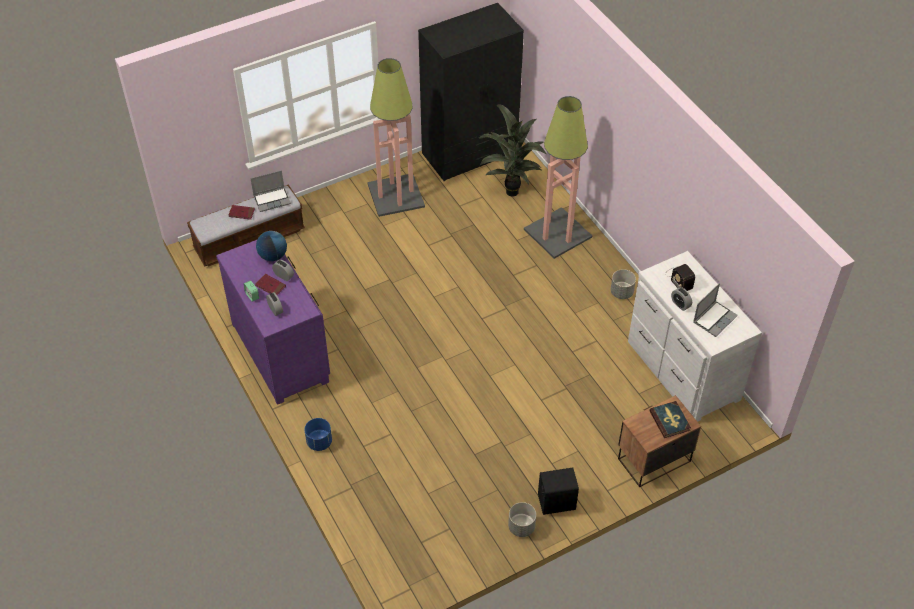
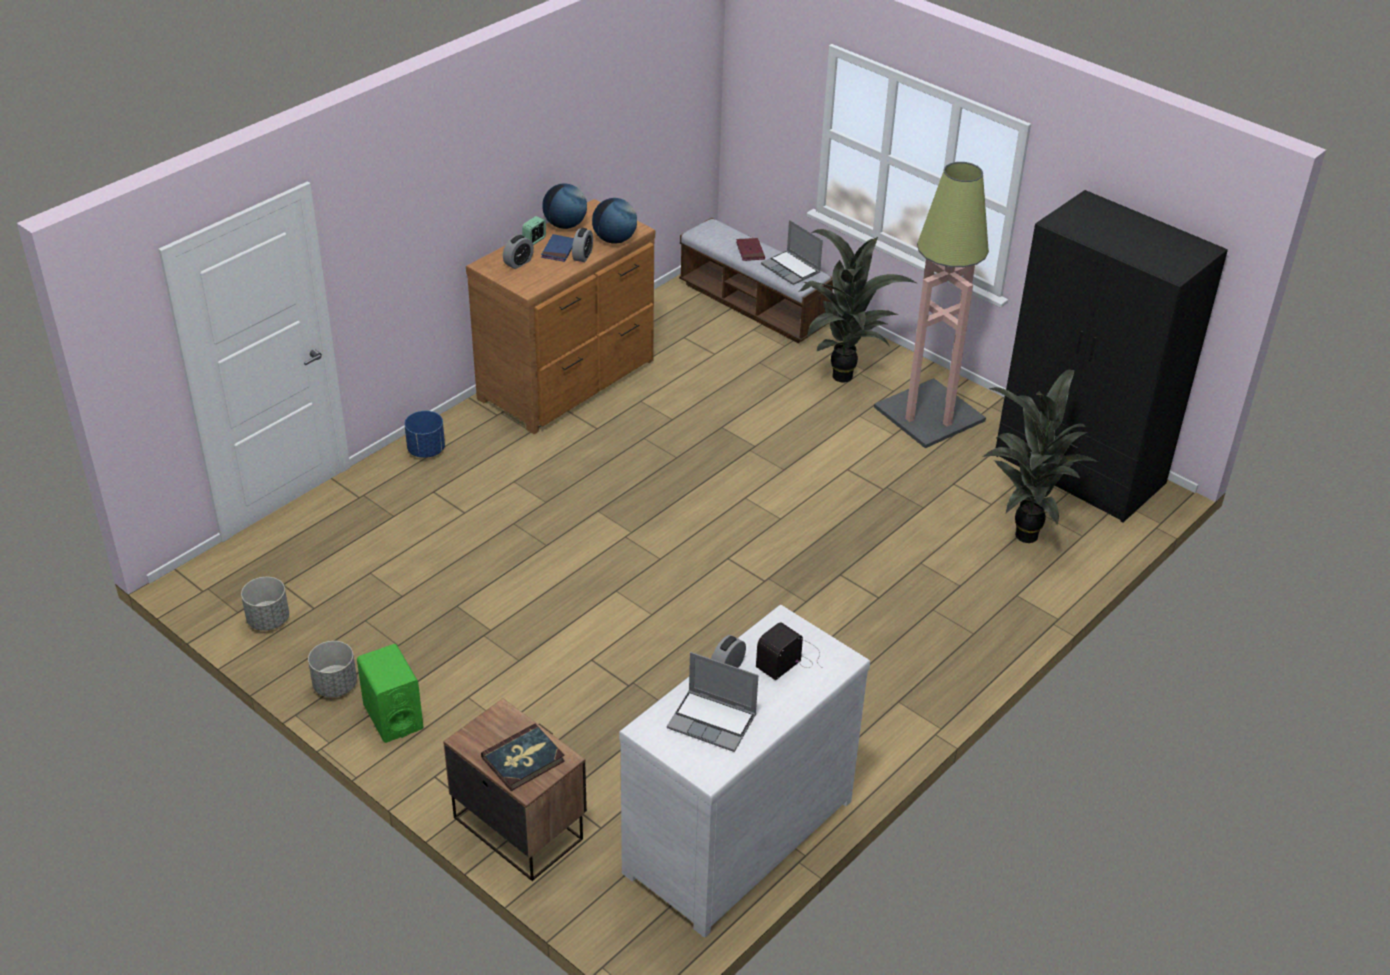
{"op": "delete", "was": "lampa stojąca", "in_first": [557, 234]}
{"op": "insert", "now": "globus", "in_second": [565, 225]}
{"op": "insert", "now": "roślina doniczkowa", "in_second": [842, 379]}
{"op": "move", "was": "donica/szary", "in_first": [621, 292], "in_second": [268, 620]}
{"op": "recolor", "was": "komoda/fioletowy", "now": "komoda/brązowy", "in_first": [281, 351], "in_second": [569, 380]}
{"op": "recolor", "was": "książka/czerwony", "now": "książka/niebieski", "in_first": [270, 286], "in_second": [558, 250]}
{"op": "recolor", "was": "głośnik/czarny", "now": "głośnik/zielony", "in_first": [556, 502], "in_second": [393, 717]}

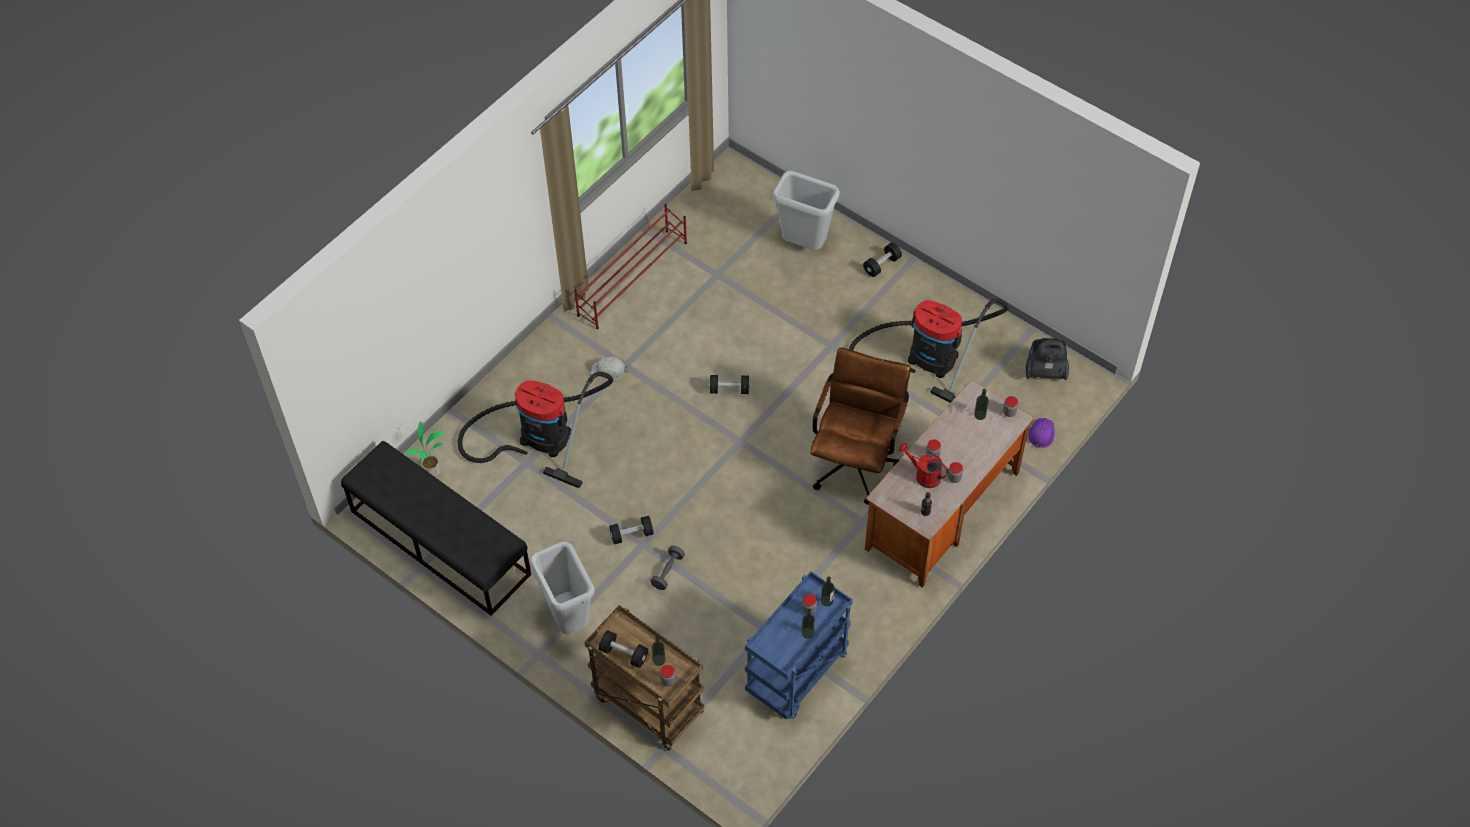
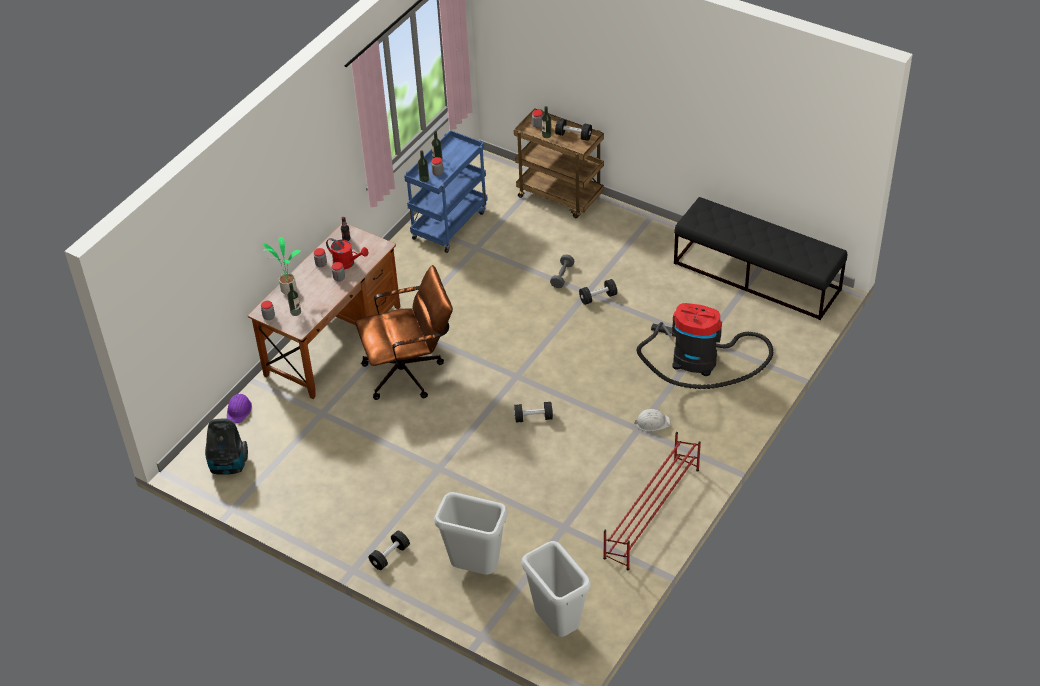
{"op": "delete", "was": "odkurzacz", "in_first": [926, 357]}
{"op": "move", "was": "roślina doniczkowa", "in_first": [433, 472], "in_second": [287, 289]}
{"op": "move", "was": "kosz na śmieci/szary", "in_first": [568, 620], "in_second": [558, 625]}
{"op": "rotate", "was": "krzesło biurowe/brązowy", "in_first": [856, 459], "in_second": [410, 372], "clockwise": -120}

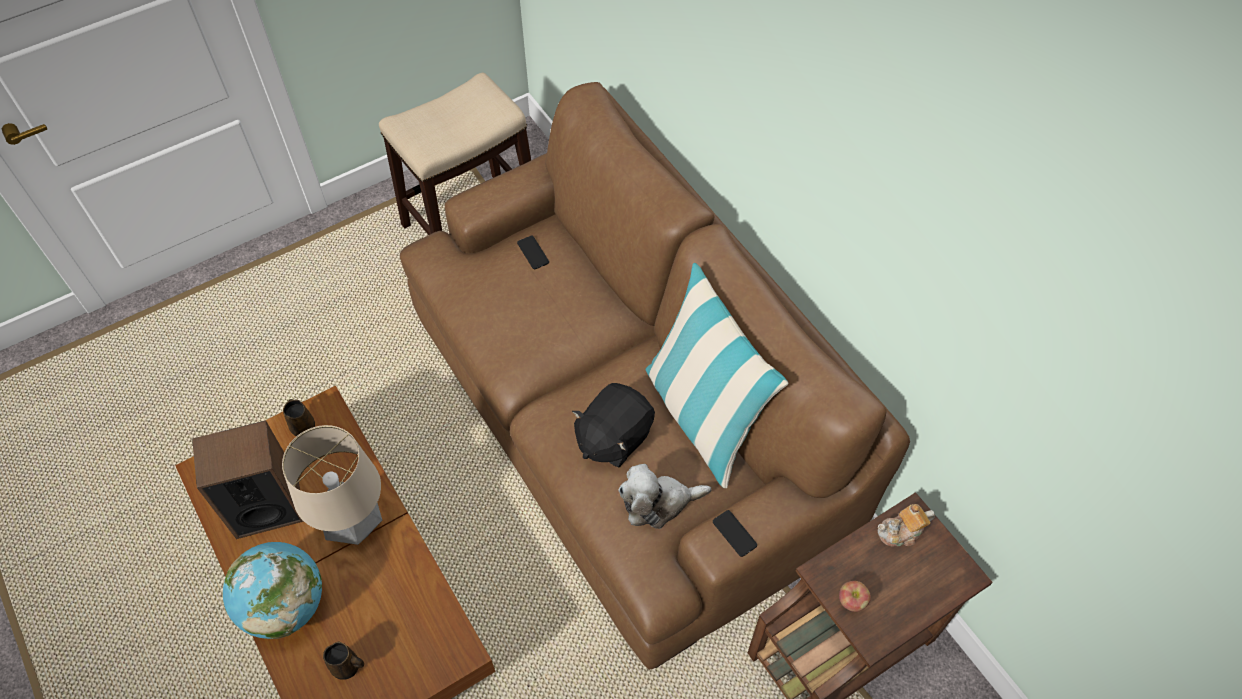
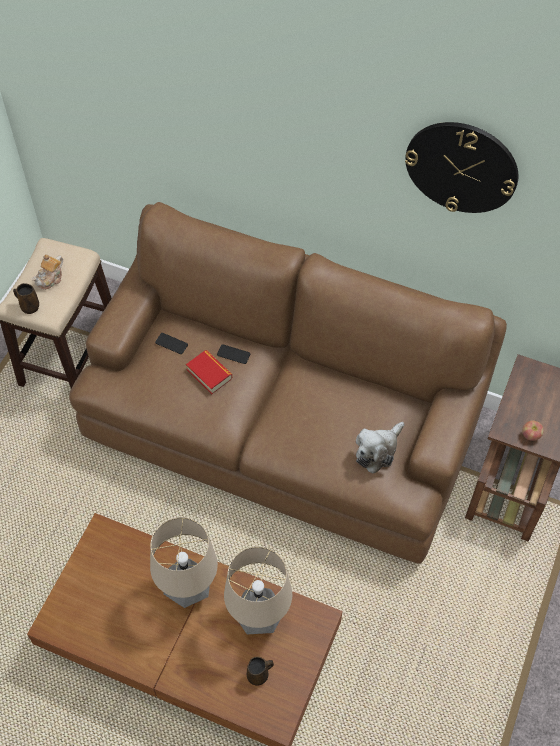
{"op": "delete", "was": "głośnik", "in_first": [267, 506]}
{"op": "delete", "was": "globus", "in_first": [285, 605]}
{"op": "delete", "was": "pluszak/czarny", "in_first": [613, 437]}
{"op": "delete", "was": "poduszka", "in_first": [702, 416]}
{"op": "insert", "now": "książka", "in_second": [209, 374]}
{"op": "insert", "now": "lampa stołowa", "in_second": [259, 618]}
{"op": "insert", "now": "zegar ścienny", "in_second": [461, 167]}
{"op": "move", "was": "kubek/brązowy", "in_first": [303, 426], "in_second": [29, 306]}
{"op": "move", "was": "telefon", "in_first": [734, 533], "in_second": [233, 354]}
{"op": "move", "was": "imbryk", "in_first": [901, 532], "in_second": [50, 279]}

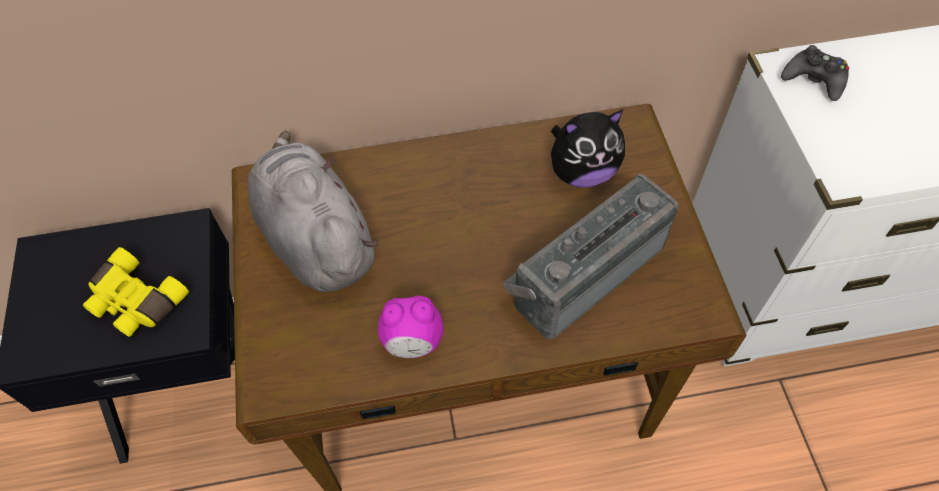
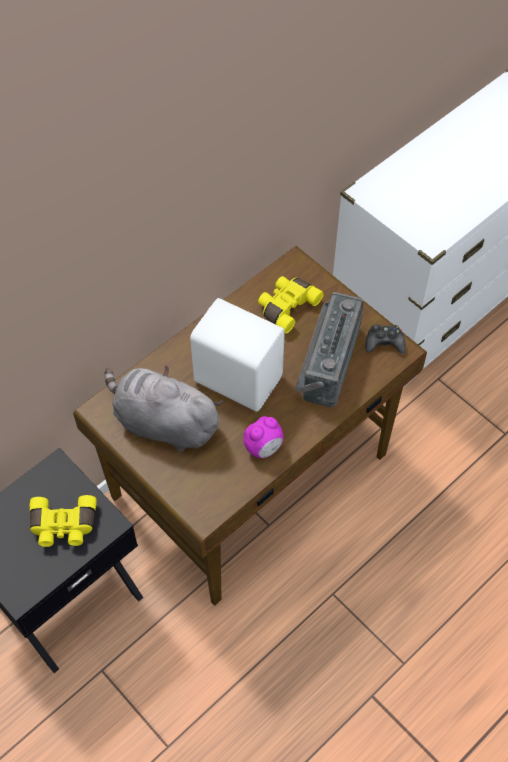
{"op": "insert", "now": "głośnik/biały", "in_second": [238, 377]}
{"op": "move", "was": "pad do gier/czarny", "in_first": [814, 79], "in_second": [384, 342]}
{"op": "replace", "was": "pluszak", "now": "lornetka/żółty", "in_first": [582, 172], "in_second": [286, 307]}

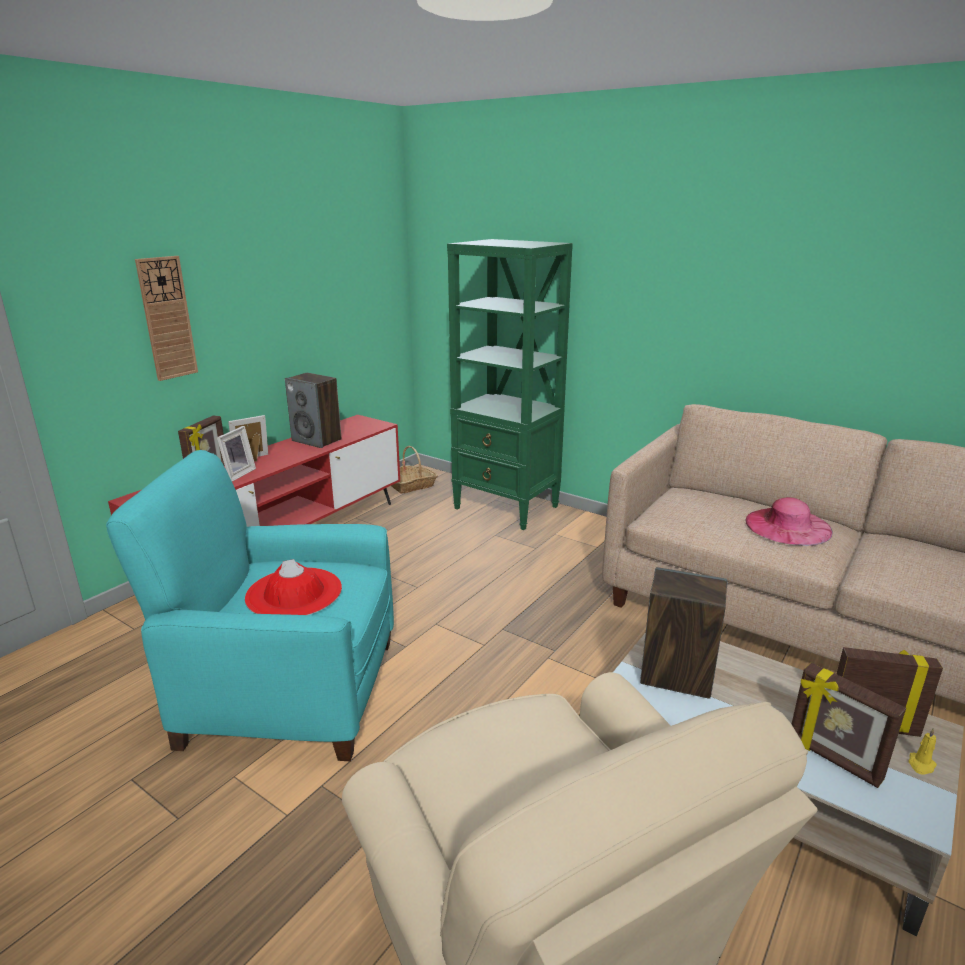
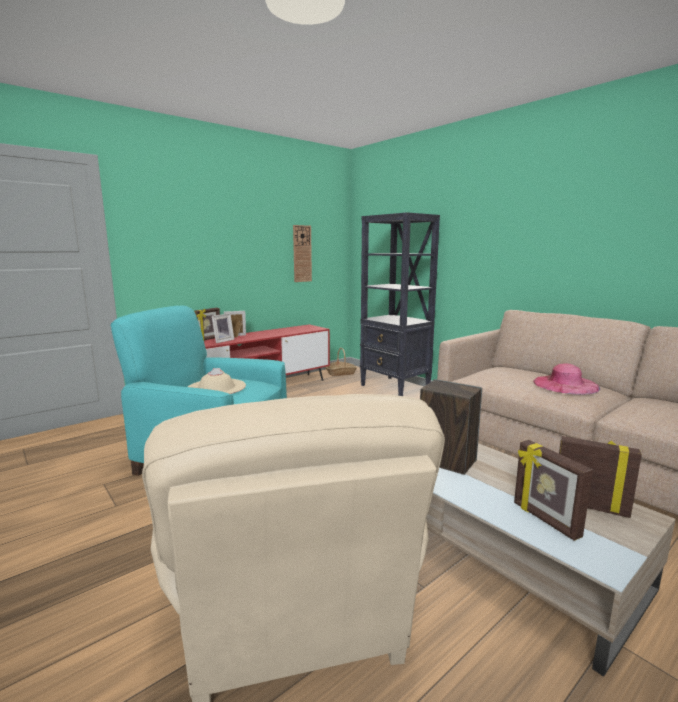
{"op": "delete", "was": "głośnik", "in_first": [317, 440]}
{"op": "delete", "was": "świeca/żółty", "in_first": [921, 765]}
{"op": "move", "was": "zegar ścienny", "in_first": [167, 318], "in_second": [302, 253]}
{"op": "recolor", "was": "kapelusz/czerwony", "now": "kapelusz/beżowy", "in_first": [294, 593], "in_second": [216, 388]}
{"op": "recolor", "was": "regał/zielony", "now": "regał/czarny", "in_first": [507, 508], "in_second": [395, 388]}

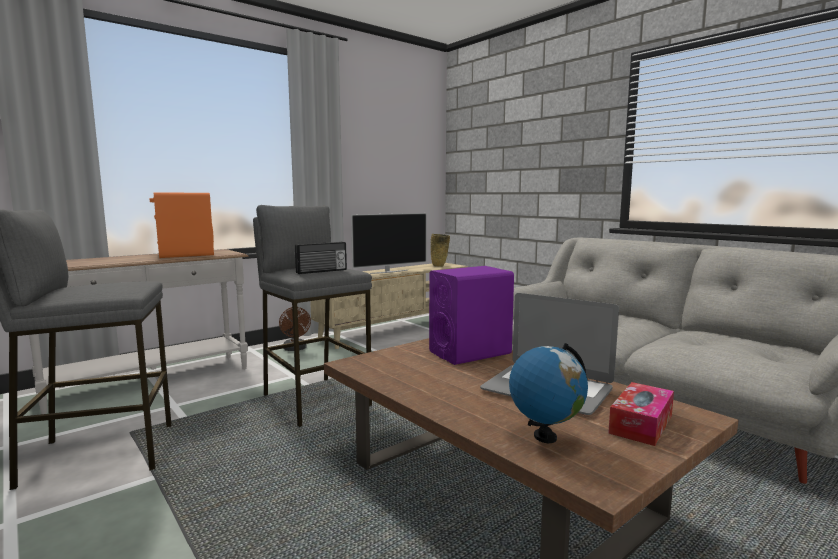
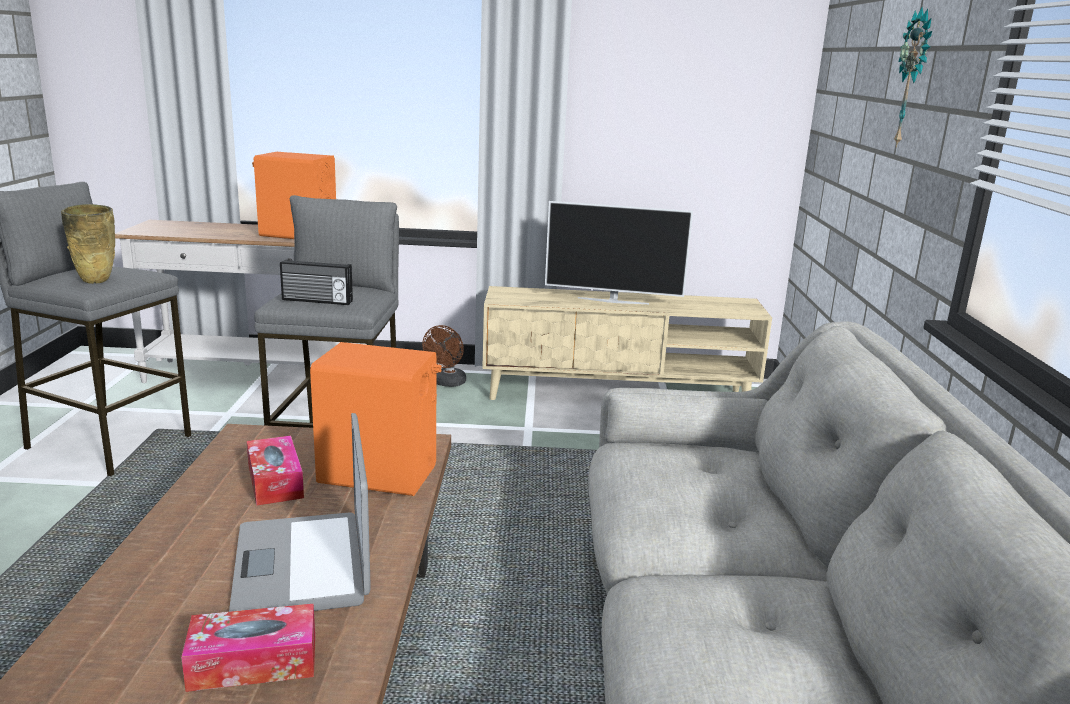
{"op": "delete", "was": "globus", "in_first": [545, 437]}
{"op": "insert", "now": "pudełko chusteczek", "in_second": [275, 481]}
{"op": "insert", "now": "zegar ścienny", "in_second": [914, 79]}
{"op": "move", "was": "wazon/beżowy", "in_first": [439, 266], "in_second": [96, 281]}
{"op": "recolor", "was": "głośnik/fioletowy", "now": "głośnik/pomarańczowy", "in_first": [470, 353], "in_second": [378, 474]}

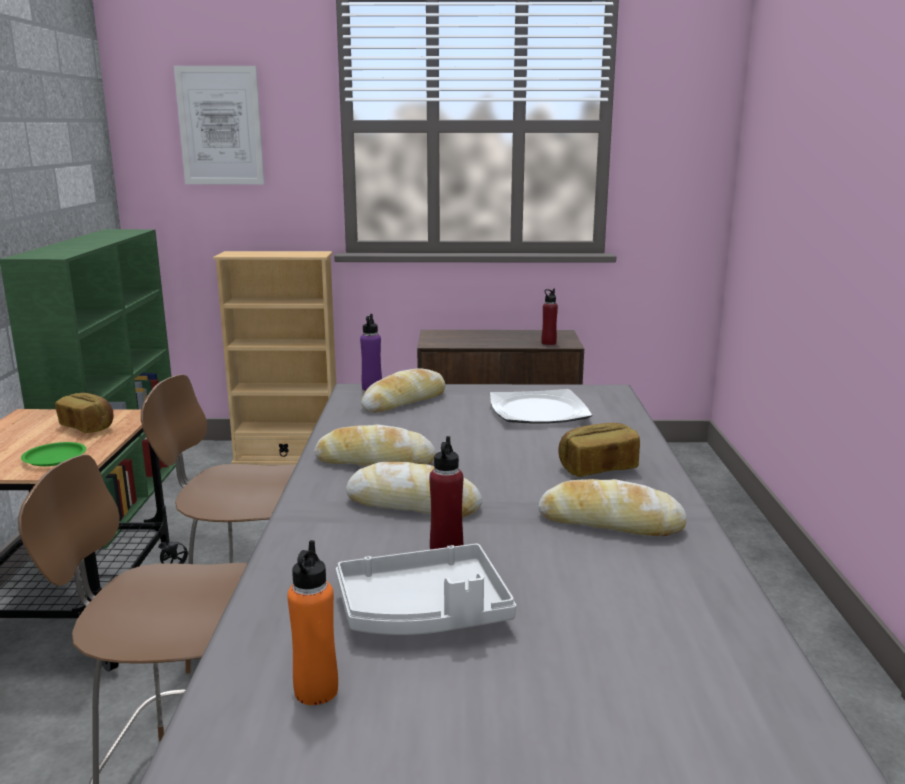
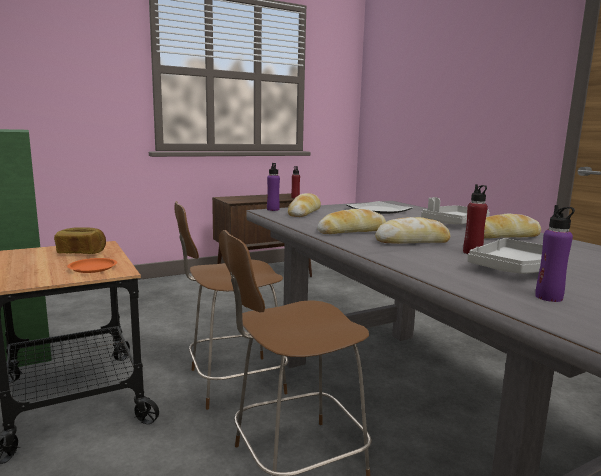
{"op": "delete", "was": "obraz", "in_first": [220, 126]}
{"op": "delete", "was": "regał/beżowy", "in_first": [287, 458]}
{"op": "replace", "was": "chleb", "now": "taca/szary", "in_first": [597, 468], "in_second": [454, 223]}
{"op": "recolor", "was": "talerz/zielony", "now": "talerz/pomarańczowy", "in_first": [55, 458], "in_second": [93, 268]}
{"op": "recolor", "was": "butelka/pomarańczowy", "now": "butelka/fioletowy", "in_first": [316, 691], "in_second": [549, 297]}

